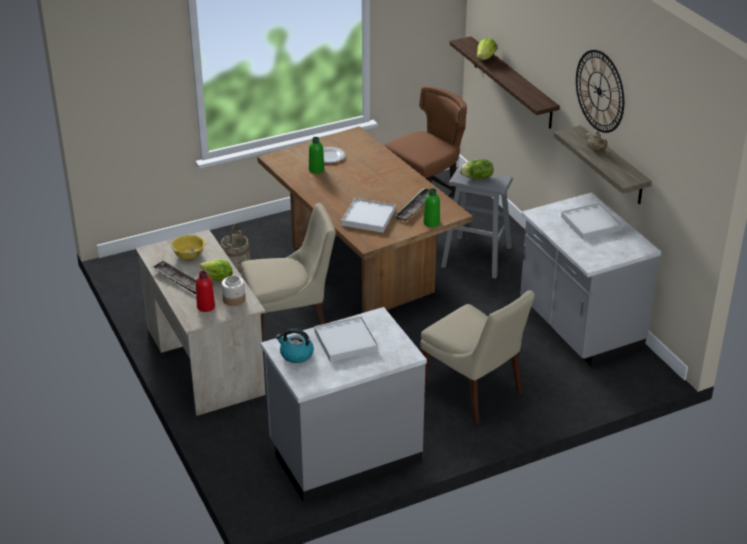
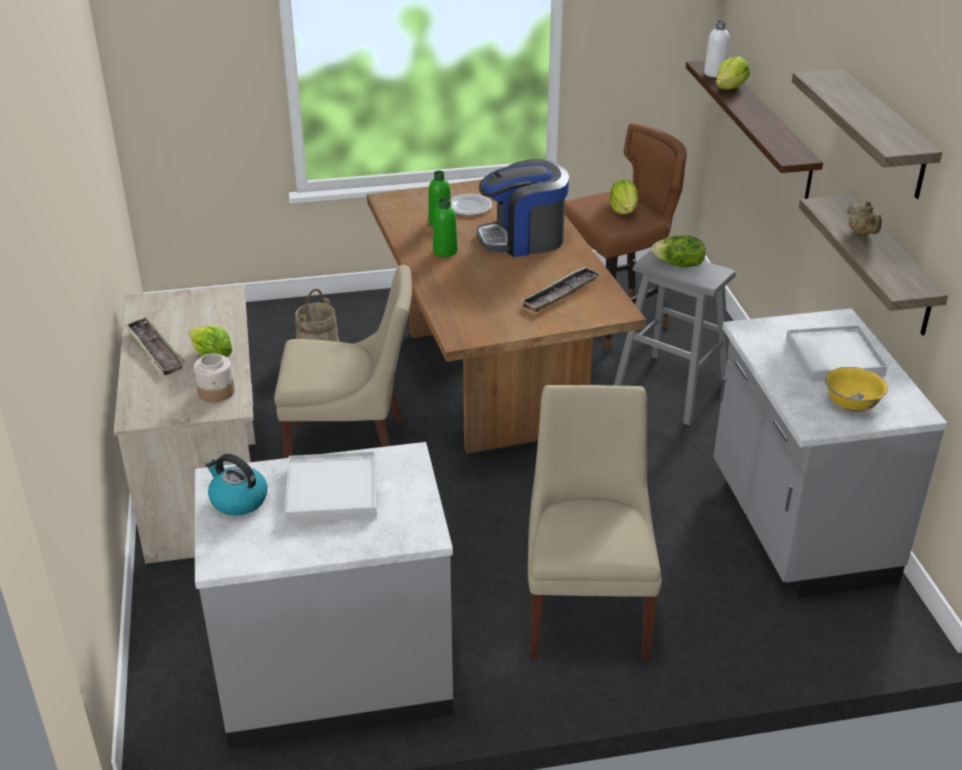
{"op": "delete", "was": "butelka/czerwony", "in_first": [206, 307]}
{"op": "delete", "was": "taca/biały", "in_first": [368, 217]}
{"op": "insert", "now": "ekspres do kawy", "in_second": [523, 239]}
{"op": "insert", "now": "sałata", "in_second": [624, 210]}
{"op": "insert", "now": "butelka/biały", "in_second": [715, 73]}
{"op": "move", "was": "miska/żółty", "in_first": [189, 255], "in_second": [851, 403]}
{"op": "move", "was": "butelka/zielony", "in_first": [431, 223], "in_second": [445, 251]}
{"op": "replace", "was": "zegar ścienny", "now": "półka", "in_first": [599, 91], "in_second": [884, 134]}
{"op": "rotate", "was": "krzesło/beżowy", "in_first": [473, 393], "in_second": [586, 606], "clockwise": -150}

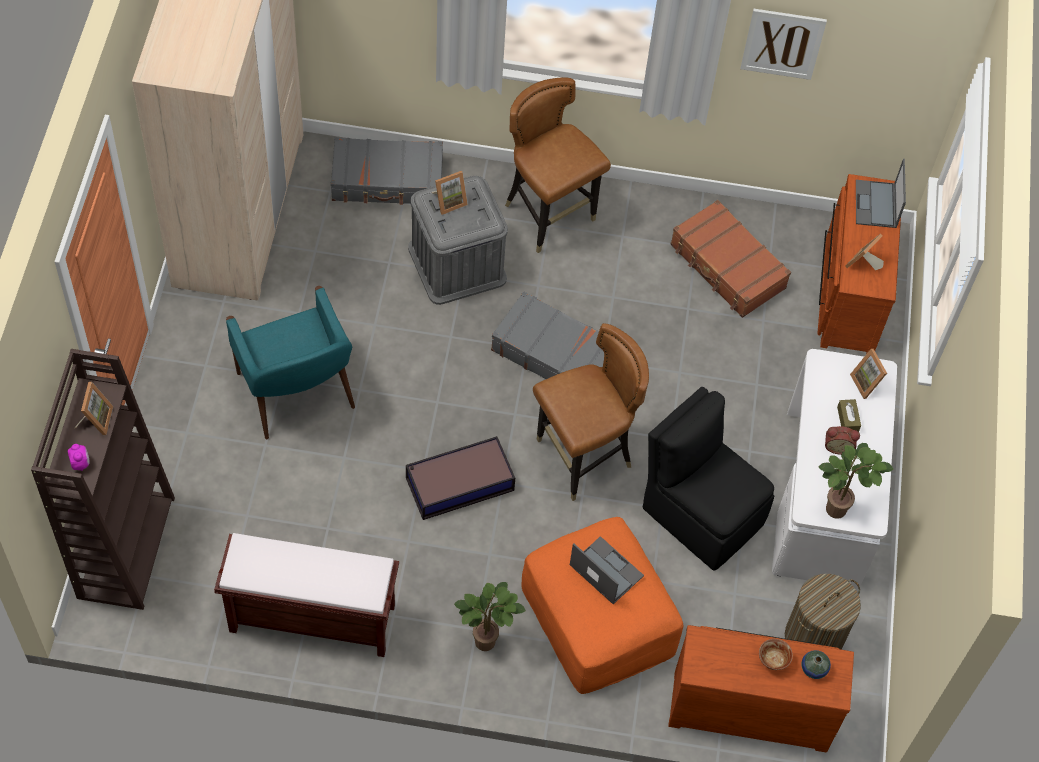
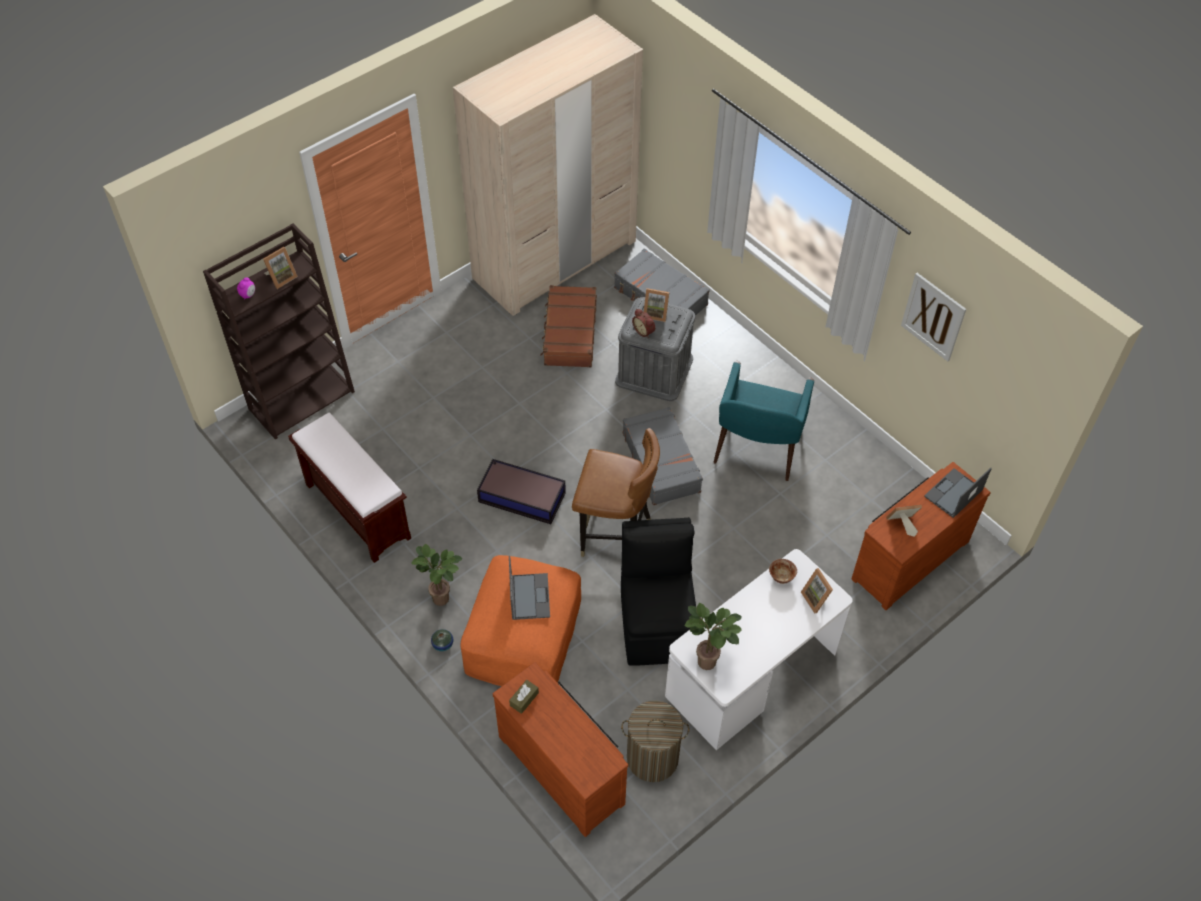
{"op": "delete", "was": "krzesło/brązowy", "in_first": [549, 216]}
{"op": "move", "was": "fotel/turkusowy", "in_first": [296, 393], "in_second": [757, 448]}
{"op": "move", "was": "walizka/brązowy", "in_first": [727, 267], "in_second": [569, 334]}
{"op": "move", "was": "miska", "in_first": [773, 661], "in_second": [781, 577]}
{"op": "move", "was": "wazon", "in_first": [814, 668], "in_second": [442, 644]}
{"op": "move", "was": "budzik", "in_first": [838, 446], "in_second": [644, 331]}
{"op": "move", "was": "pudełko chusteczek/brązowy", "in_first": [847, 419], "in_second": [524, 699]}
{"op": "rotate", "was": "ramka na zdjęcie", "in_first": [867, 383], "in_second": [817, 598], "clockwise": -45}

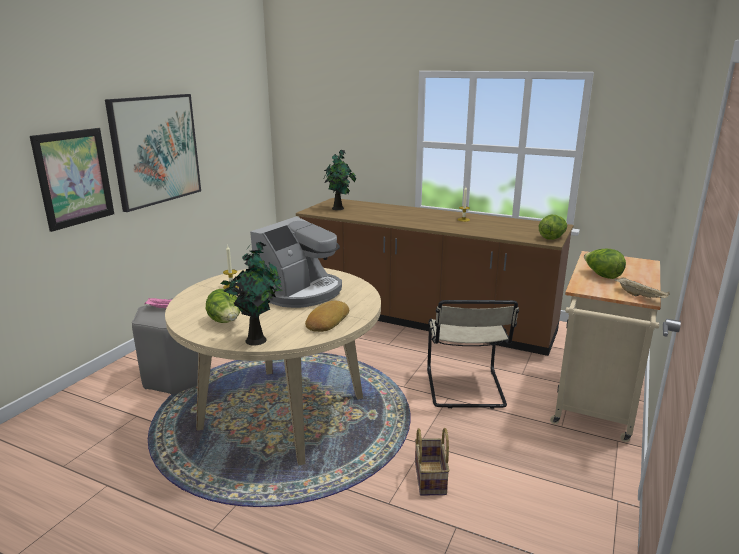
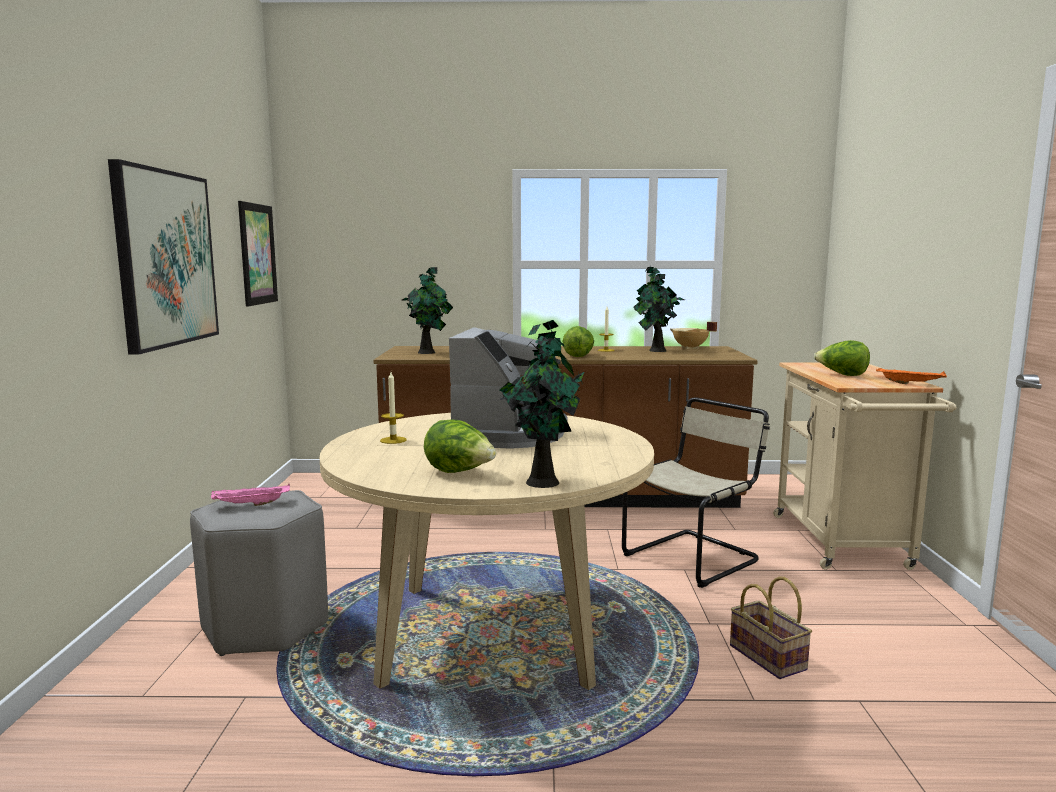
{"op": "delete", "was": "chleb", "in_first": [326, 321]}
{"op": "insert", "now": "roślina doniczkowa", "in_second": [656, 351]}
{"op": "insert", "now": "garnek/beżowy", "in_second": [690, 348]}
{"op": "move", "was": "obraz", "in_first": [74, 178], "in_second": [257, 254]}
{"op": "move", "was": "sałata", "in_first": [552, 238], "in_second": [578, 356]}
{"op": "recolor", "was": "taca/beżowy", "now": "taca/pomarańczowy", "in_first": [640, 296], "in_second": [911, 384]}
{"op": "rotate", "was": "krzesło/beżowy", "in_first": [465, 390], "in_second": [694, 557], "clockwise": -105}

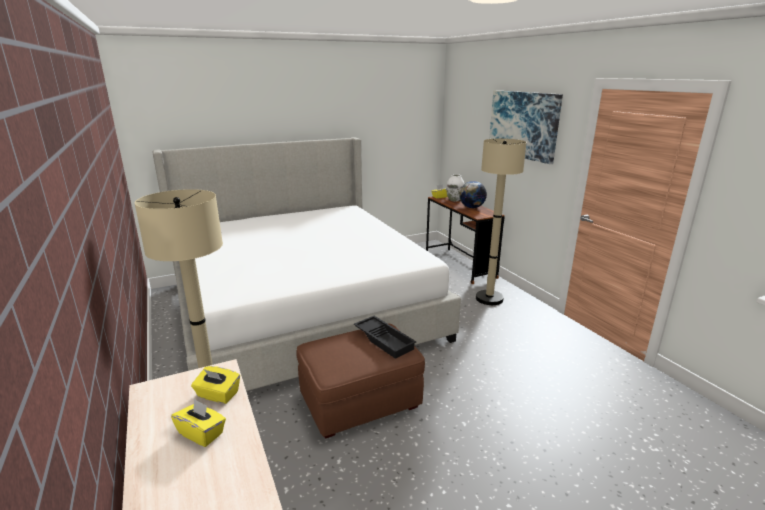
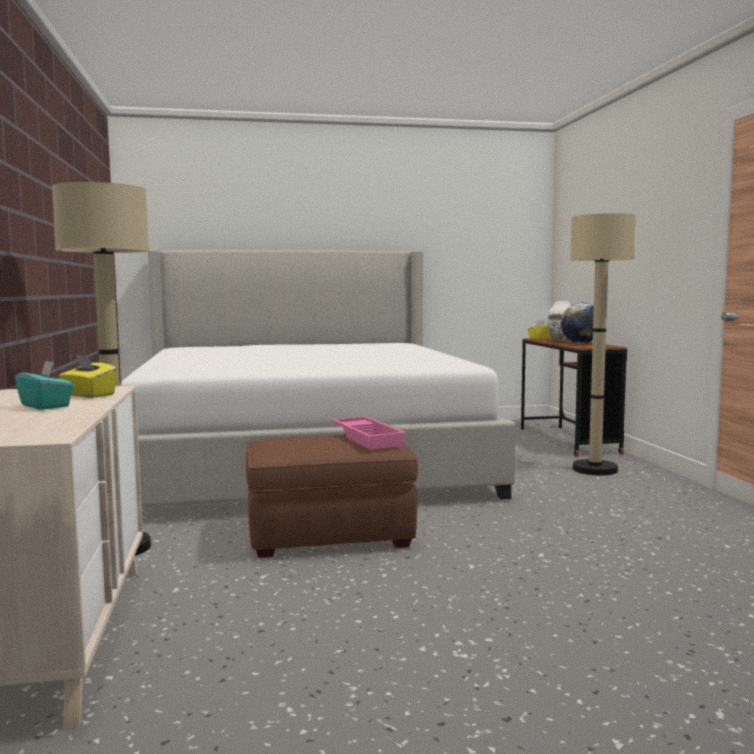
{"op": "delete", "was": "obraz", "in_first": [523, 125]}
{"op": "recolor", "was": "pudełko chusteczek/żółty", "now": "pudełko chusteczek/turkusowy", "in_first": [202, 433], "in_second": [46, 406]}
{"op": "recolor", "was": "taca/czarny", "now": "taca/różowy", "in_first": [385, 340], "in_second": [369, 438]}

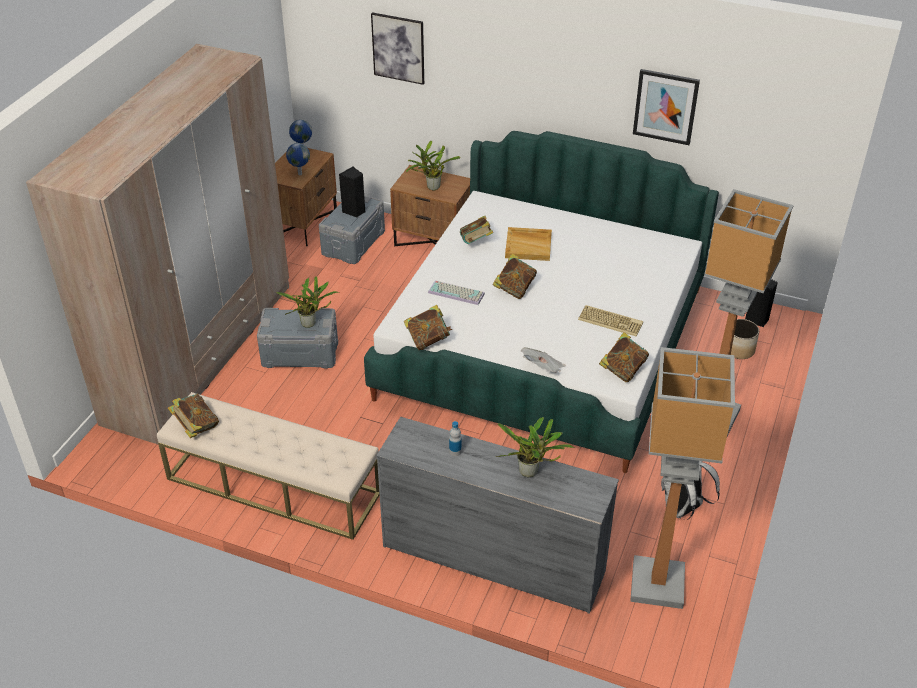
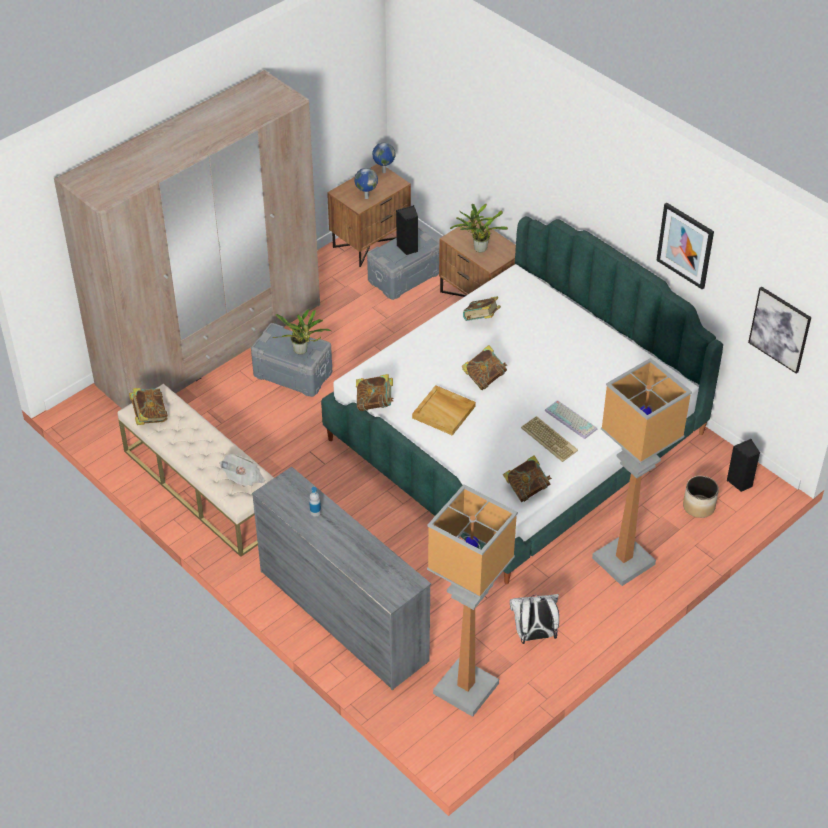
{"op": "delete", "was": "roślina doniczkowa", "in_first": [531, 473]}
{"op": "move", "was": "obraz", "in_first": [398, 48], "in_second": [780, 329]}
{"op": "move", "was": "klawiatura", "in_first": [457, 293], "in_second": [572, 420]}
{"op": "move", "was": "taca/beżowy", "in_first": [529, 246], "in_second": [444, 412]}
{"op": "move", "was": "gazeta", "in_first": [543, 369], "in_second": [243, 478]}

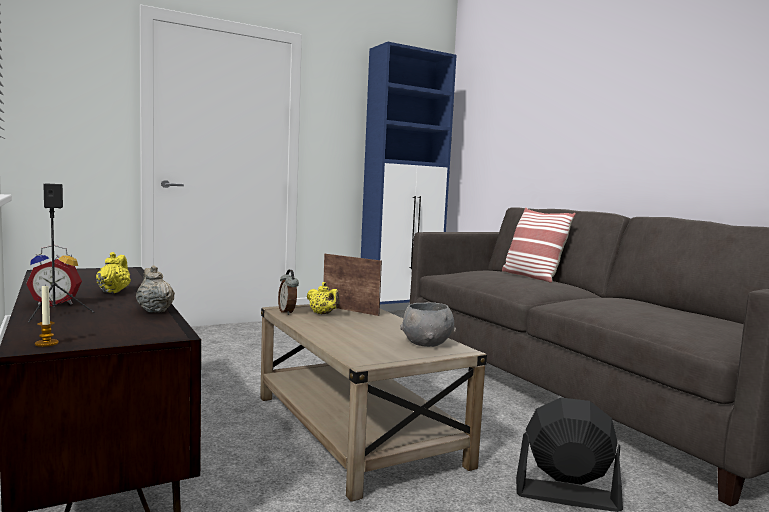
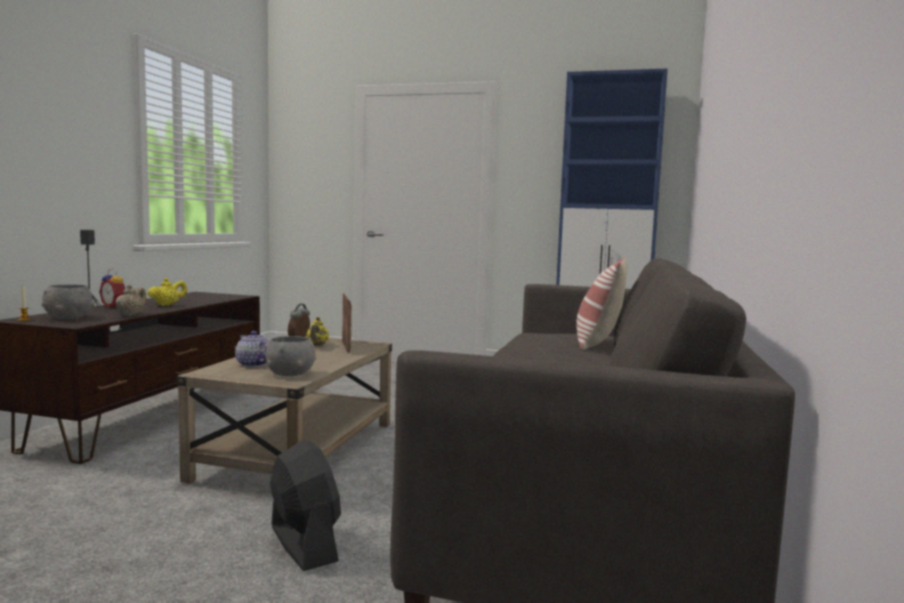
{"op": "insert", "now": "miska/szary", "in_second": [67, 317]}
{"op": "insert", "now": "imbryk", "in_second": [253, 364]}

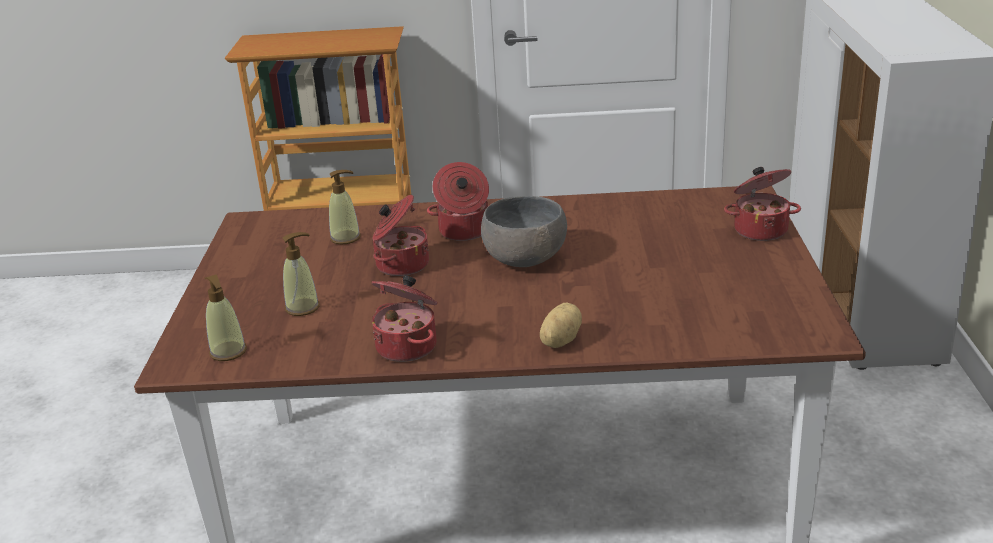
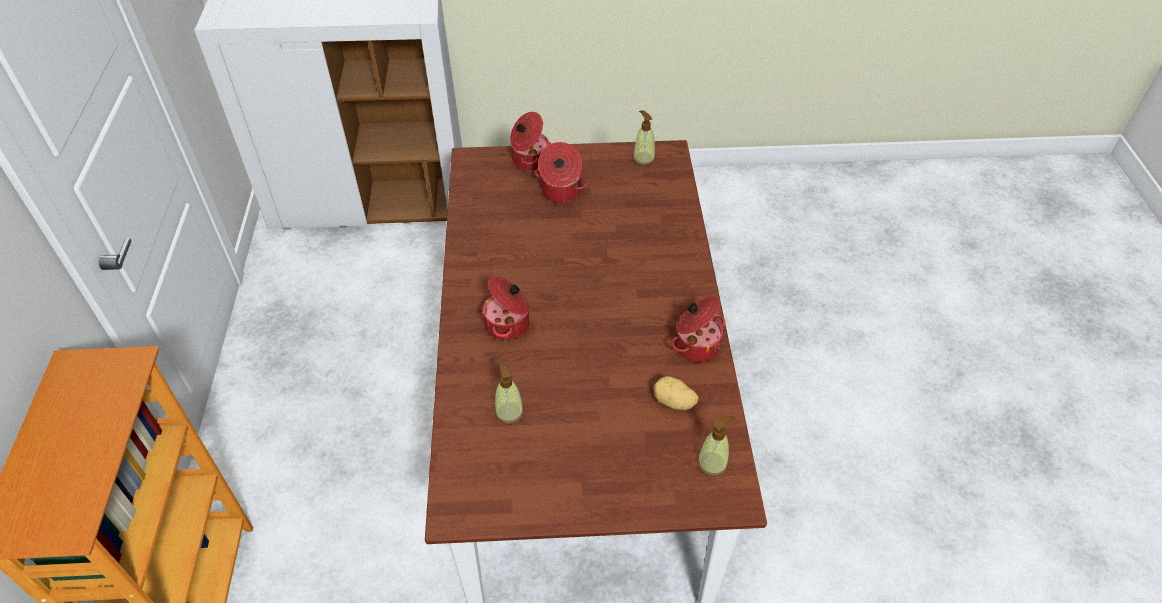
{"op": "delete", "was": "miska/szary", "in_first": [524, 258]}
{"op": "move", "was": "dozownik mydła", "in_first": [303, 308], "in_second": [643, 159]}
{"op": "move", "was": "garnek", "in_first": [401, 264], "in_second": [560, 192]}
{"op": "move", "was": "ziemniak", "in_first": [559, 341], "in_second": [674, 402]}

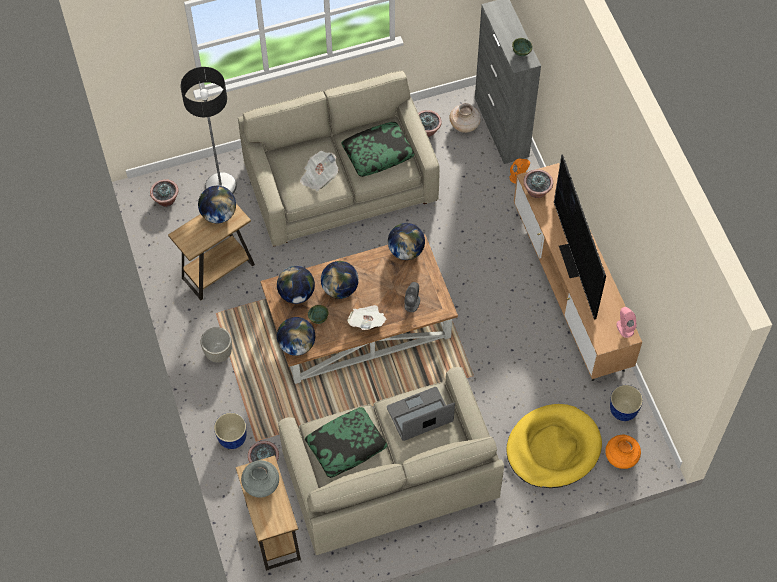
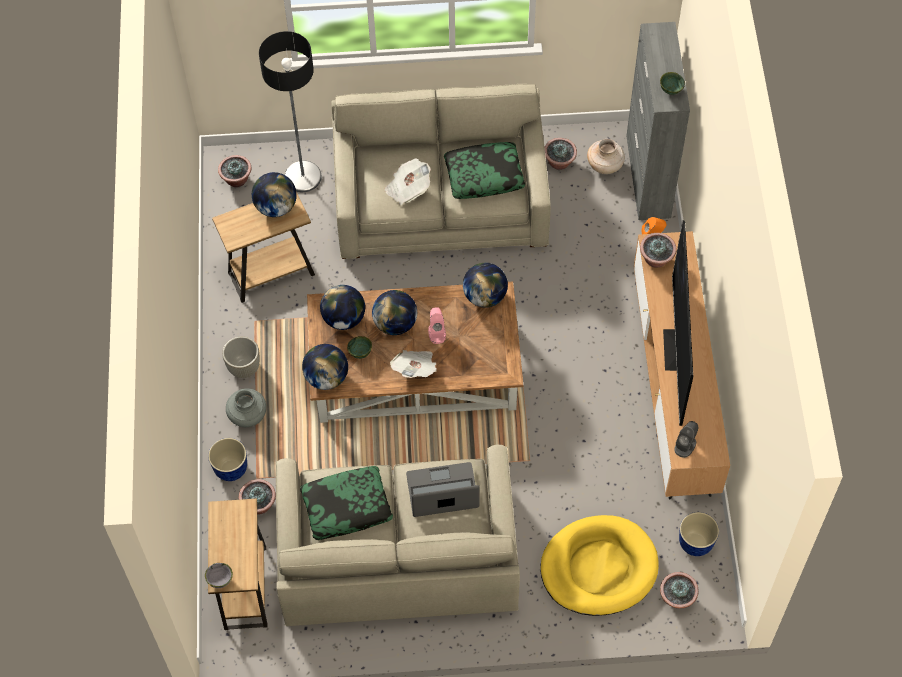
{"op": "insert", "now": "miska/szary", "in_second": [219, 580]}
{"op": "move", "was": "wazon/szary", "in_first": [261, 485], "in_second": [248, 416]}
{"op": "move", "was": "głośnik/szary", "in_first": [412, 302], "in_second": [685, 445]}
{"op": "move", "was": "głośnik/różowy", "in_first": [625, 328], "in_second": [437, 332]}
{"op": "replace", "was": "wazon/pomarańczowy", "now": "roślina doniczkowa", "in_first": [621, 458], "in_second": [677, 598]}

